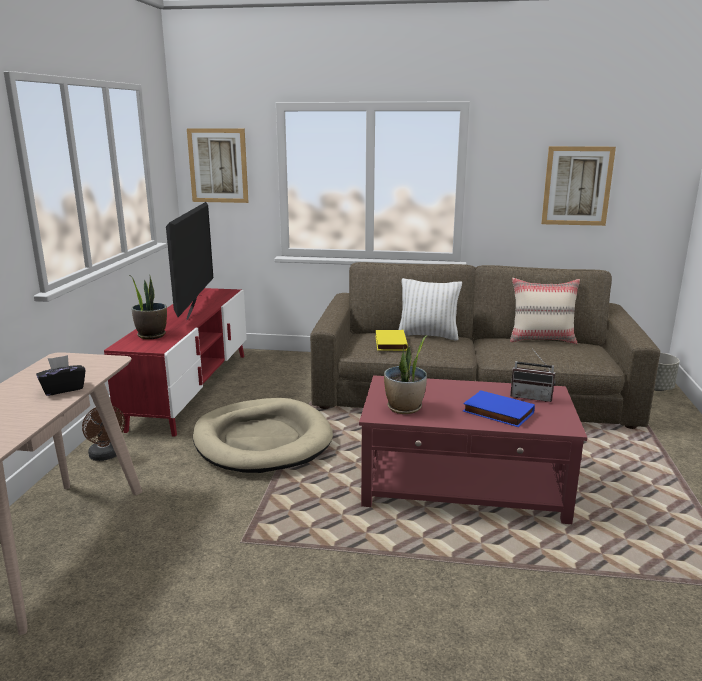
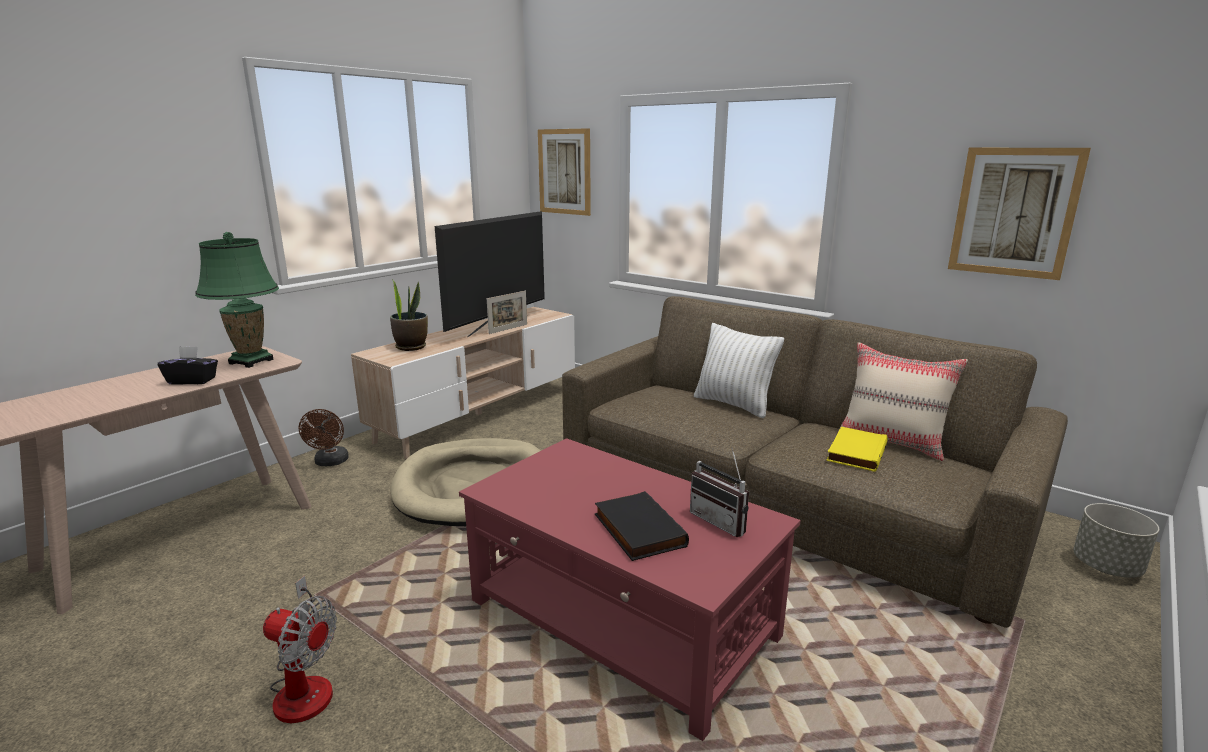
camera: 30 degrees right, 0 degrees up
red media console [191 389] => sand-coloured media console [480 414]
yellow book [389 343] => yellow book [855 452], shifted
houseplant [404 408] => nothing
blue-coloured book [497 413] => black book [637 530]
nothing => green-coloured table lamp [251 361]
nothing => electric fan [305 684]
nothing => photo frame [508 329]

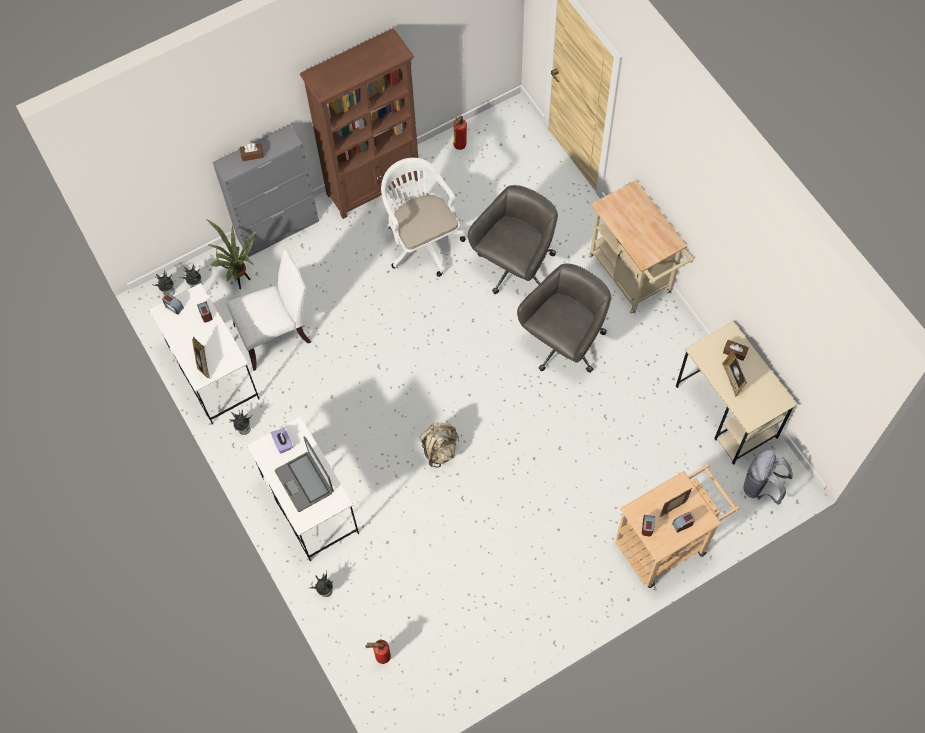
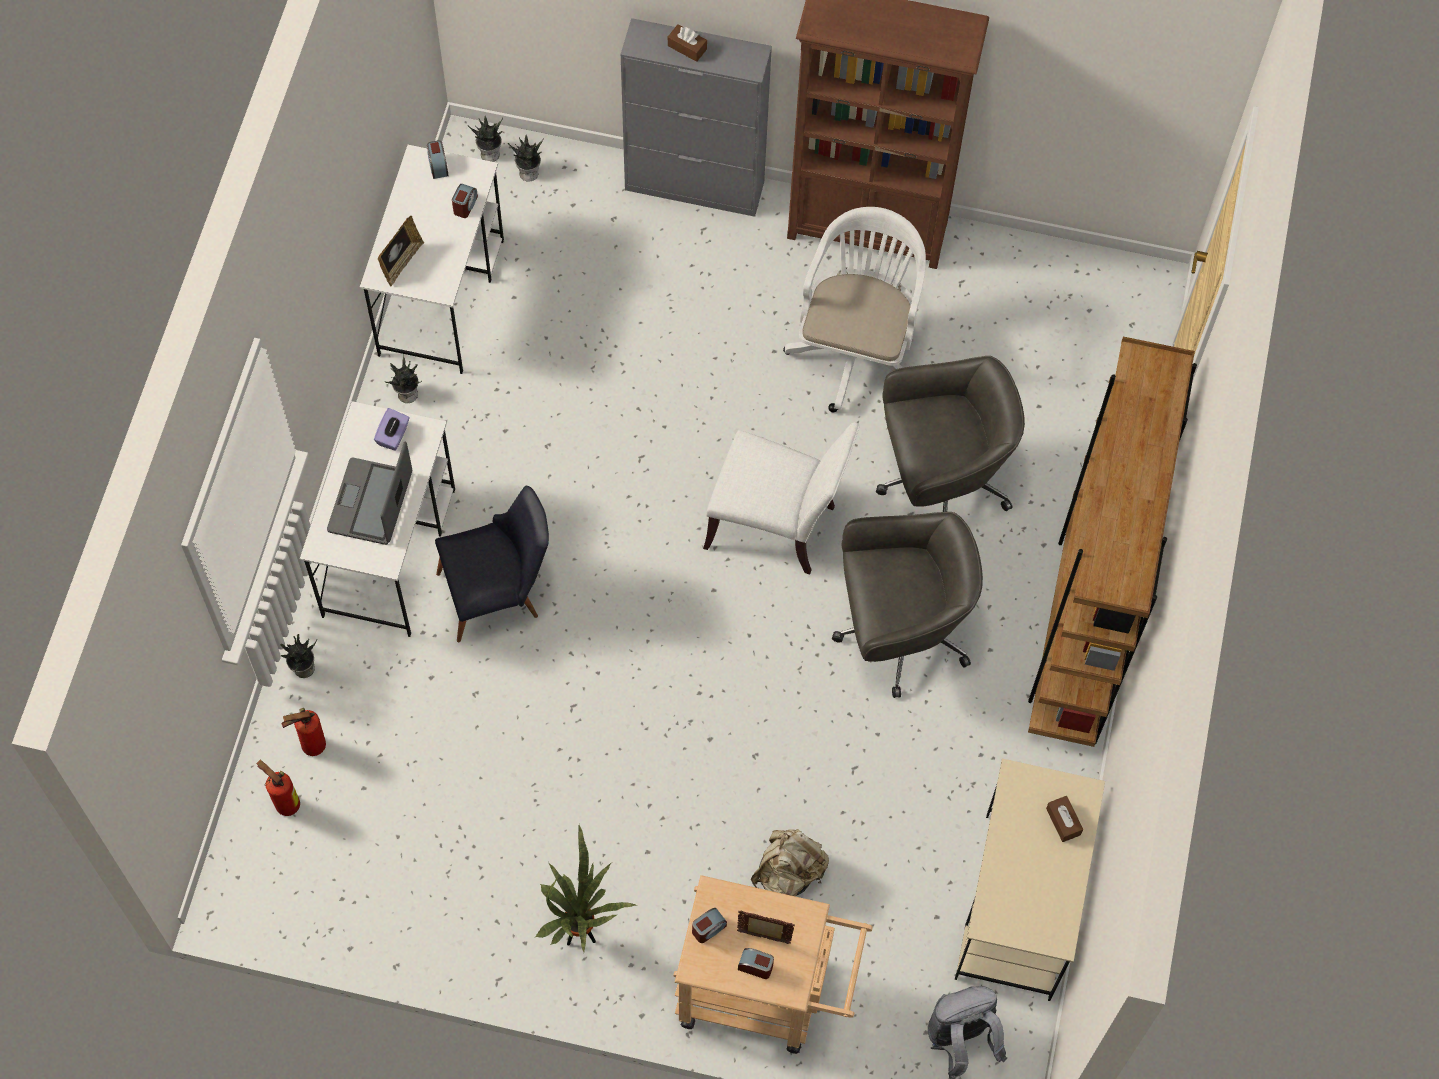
camera: 40 degrees right, 0 degrees up
houseplant [241 281] => houseplant [581 933], shifted
white-coloured upright chair [276 334] => white-coloured upright chair [776 525], shifted
sand-coloured backpack [440 449] => sand-coloured backpack [788 873], shifted
fire extinguisher [459 146] => fire extinguisher [310 747], shifted
sand-coloured cart [633 278] => brown-coloured bookshelf [1080 629]
photo frame [732 379] => nothing
nothing => black upright chair [499 594]

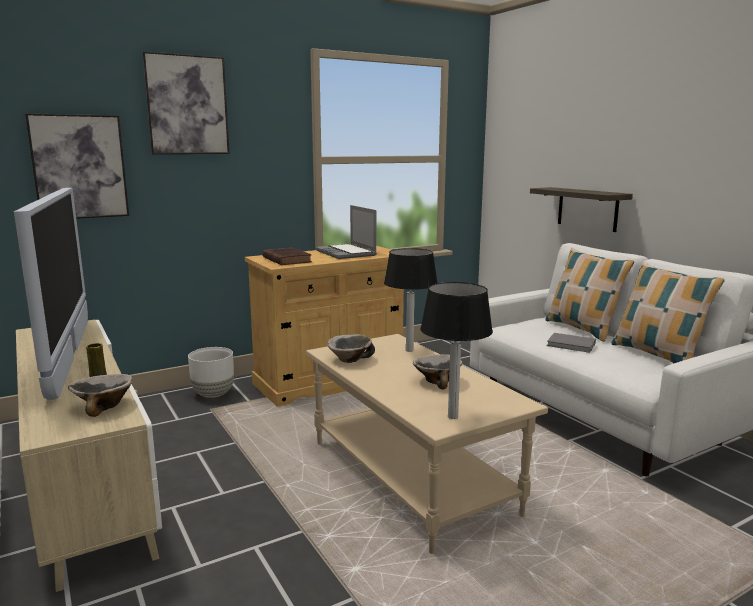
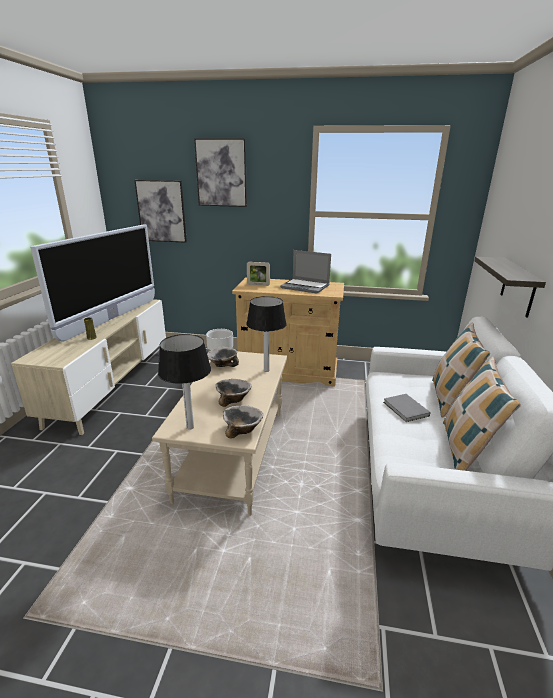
camera: 40 degrees right, 10 degrees up
deep dish [103 406] => deep dish [243 429], shifted
brown-coloured book [286 259] => photo frame [258 285]
laptop [347 253] => laptop [306 287], 75 degrees counterclockwise

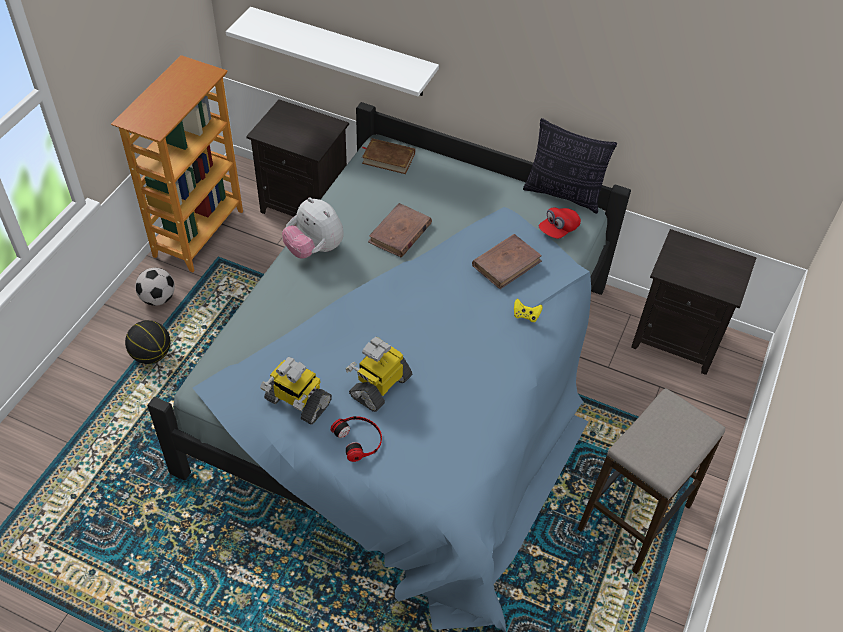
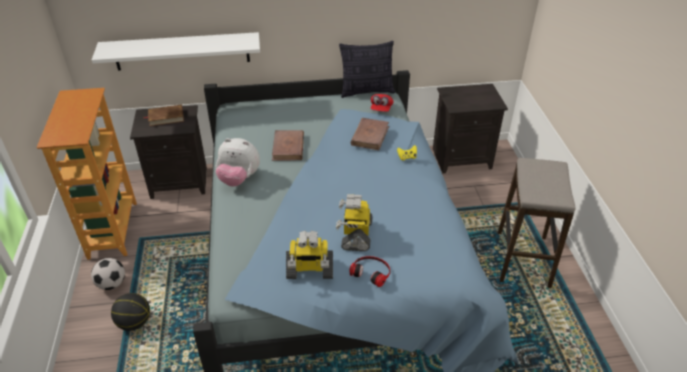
camera: 30 degrees left, 10 degrees down
brown-coloured book [388 158] => brown-coloured book [166 117], shifted

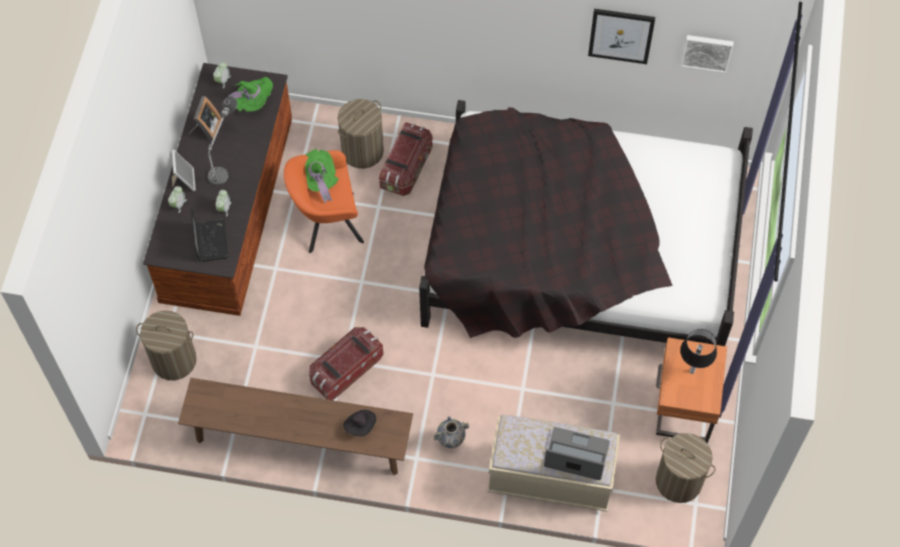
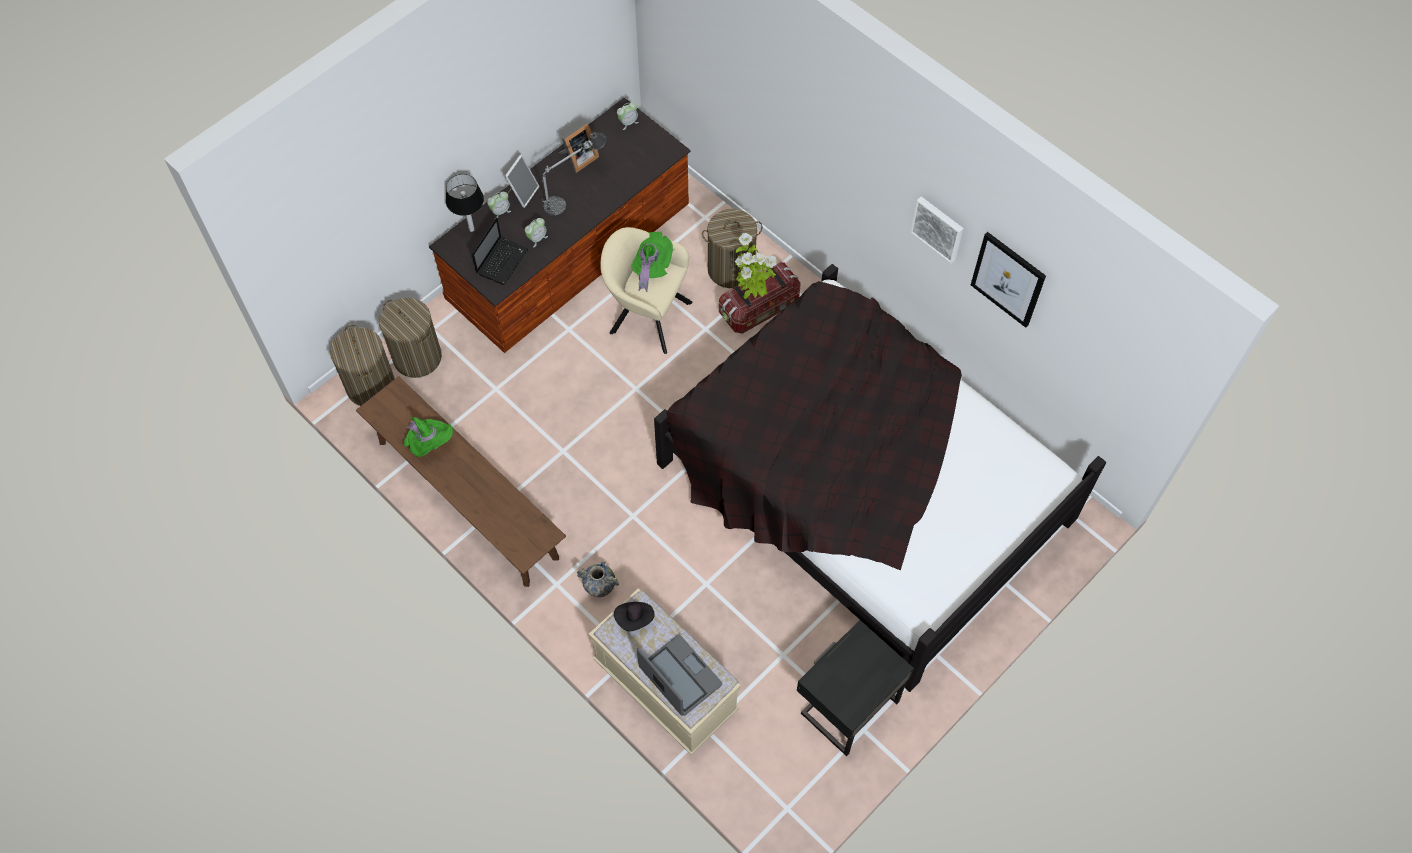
camera: 35 degrees right, 0 degrees up
green-coloured hat [254 102] => green-coloured hat [429 444], shifted
orange-coloured easy chair [326 223] => sand-coloured easy chair [646 315]
storage box [346 370] => nothing
black hat [360 425] => black hat [635 618], shifted
orange-coloured night table [682 409] => black night table [847 706]
washing basket [679 481] => washing basket [371 386], shifted
table lamp [692 371] => table lamp [472 229], shifted
picture [707 52] => picture [938 228], shifted
nothing => houseplant [752 294]

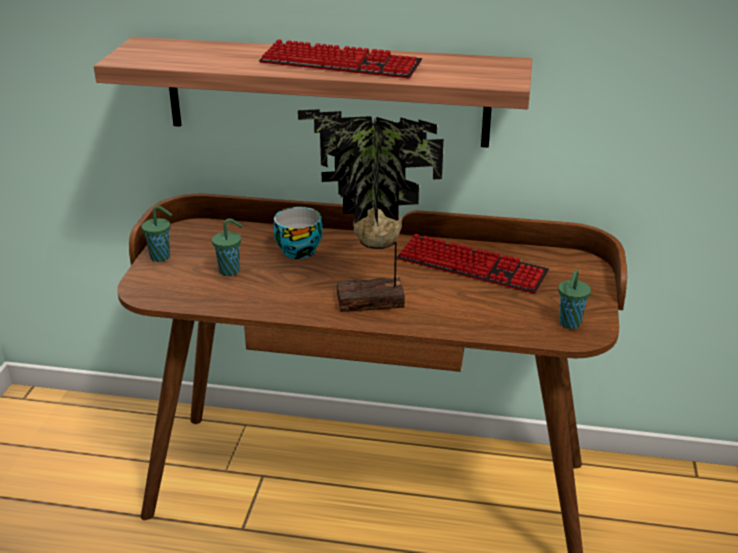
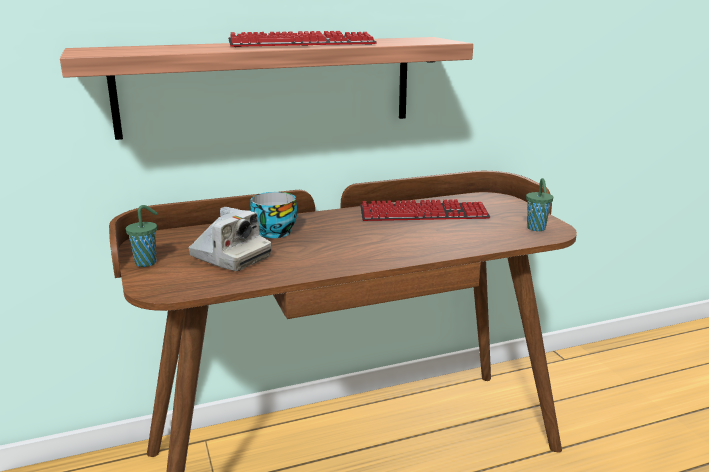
camera: 30 degrees left, 10 degrees down
green-coloured small cup [230 271] => still camera [230 257]
houseplant [372 304] => nothing

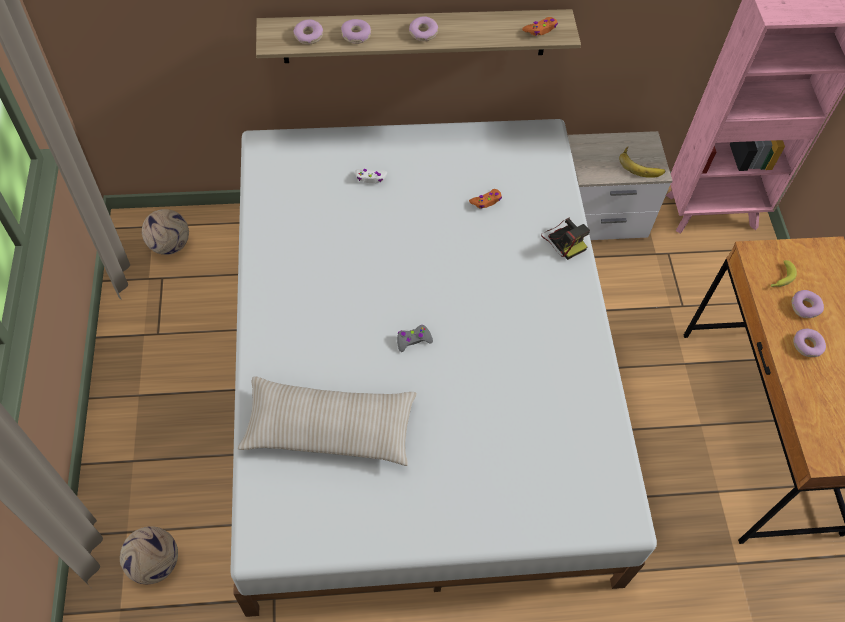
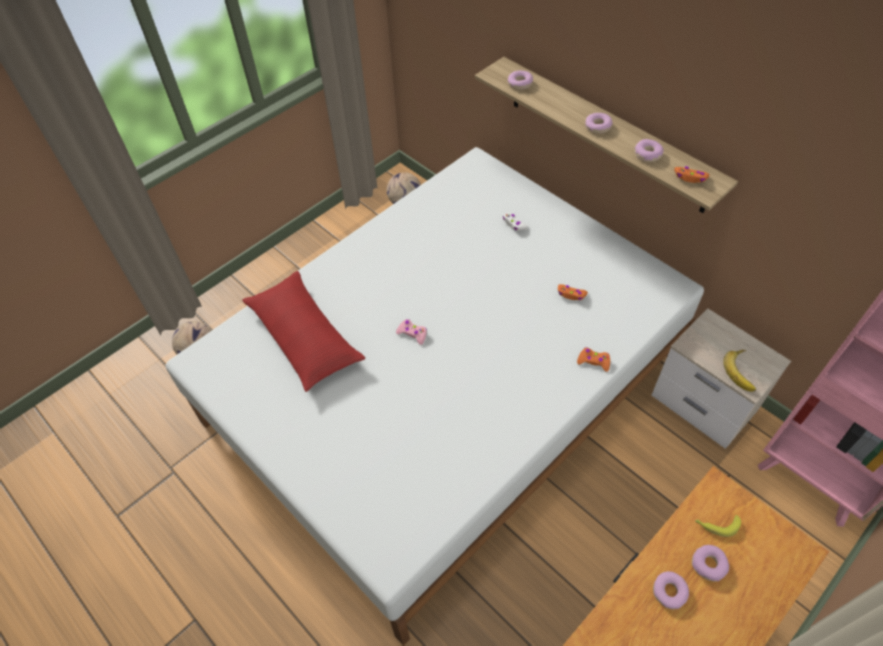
camera: 55 degrees right, 5 degrees down
sand-coloured cushion [329 428] => red cushion [304 337]
donut [356 35] => donut [647 155], shifted
grey joypad [413 340] => pink joypad [412 333]
still camera [564 240] => orange-coloured joypad [593 361]

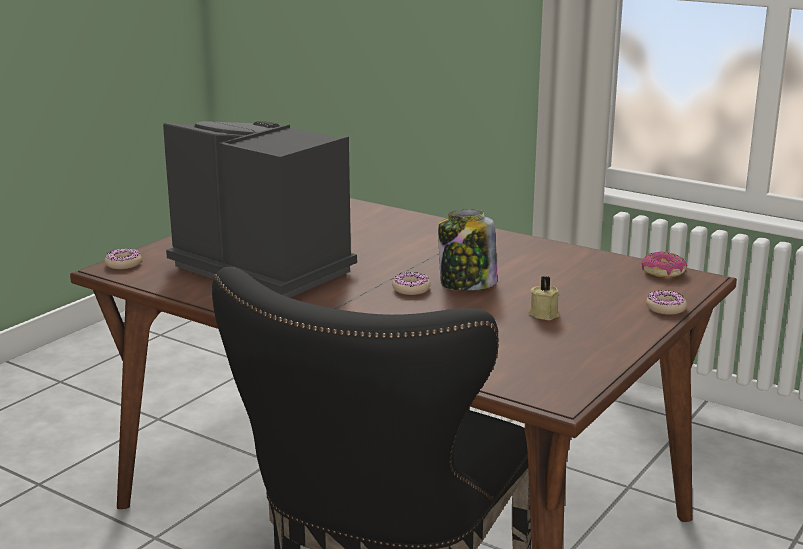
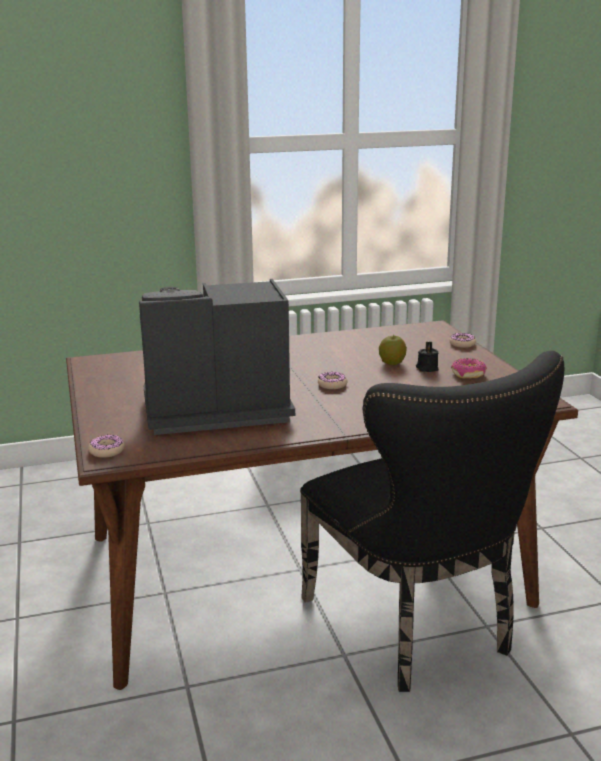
camera: 50 degrees left, 0 degrees up
preserve jar [466 284] => nothing
sand-coloured wax candle [544 314] => black wax candle [427 368]
donut [663 272] => donut [468 374], shifted
nothing => whole apple [392 363]

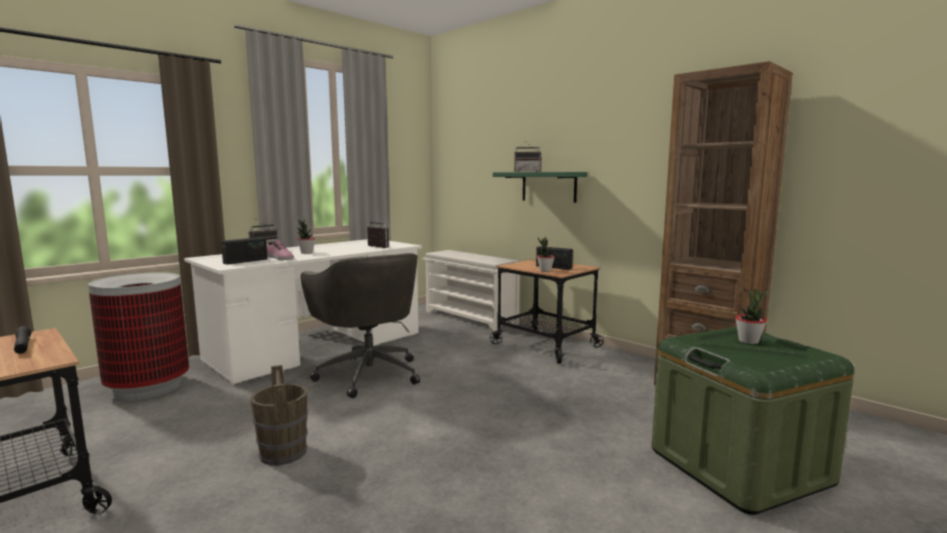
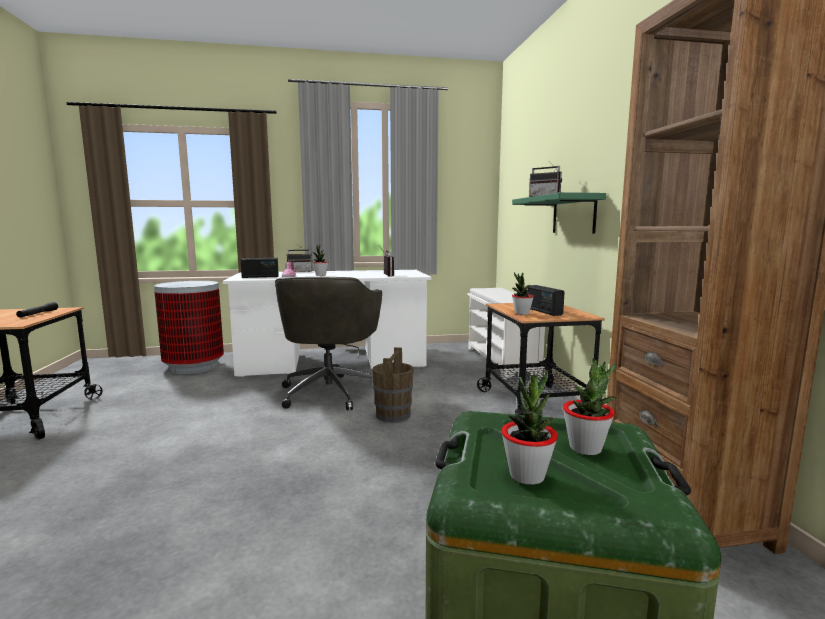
camera: 35 degrees right, 0 degrees up
brown-coloured pail [283 452] => brown-coloured pail [393 415], shifted
nothing => houseplant [527 475]

